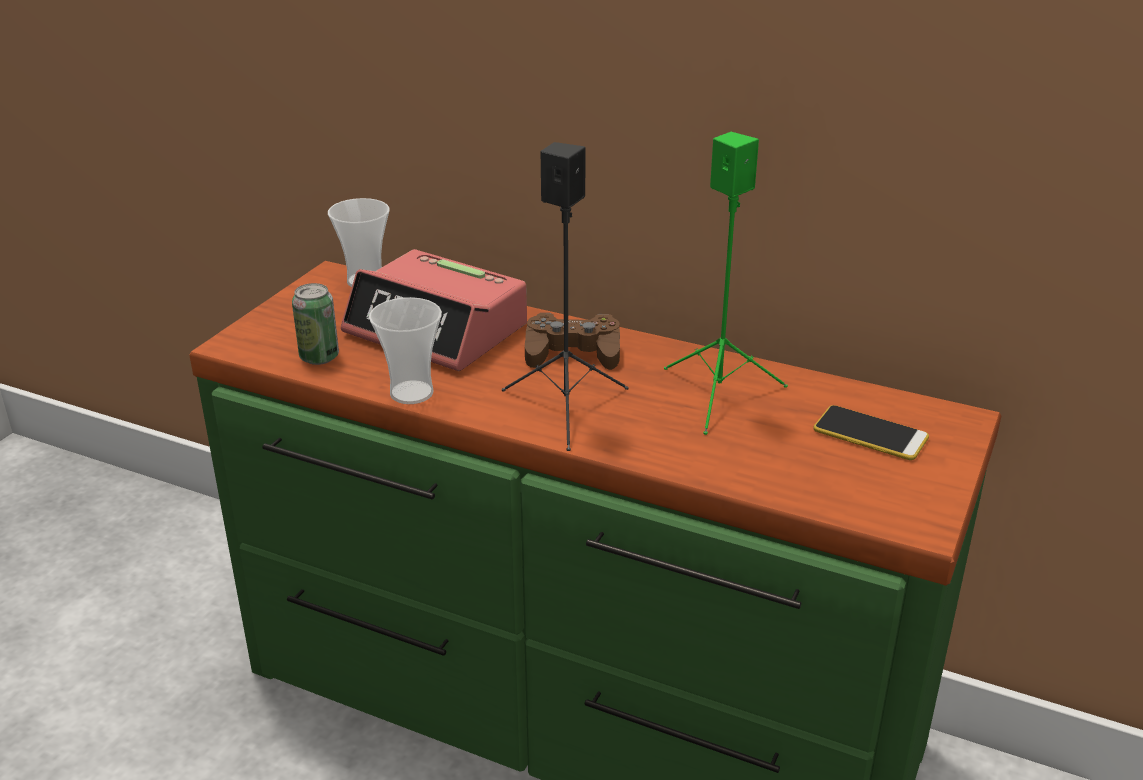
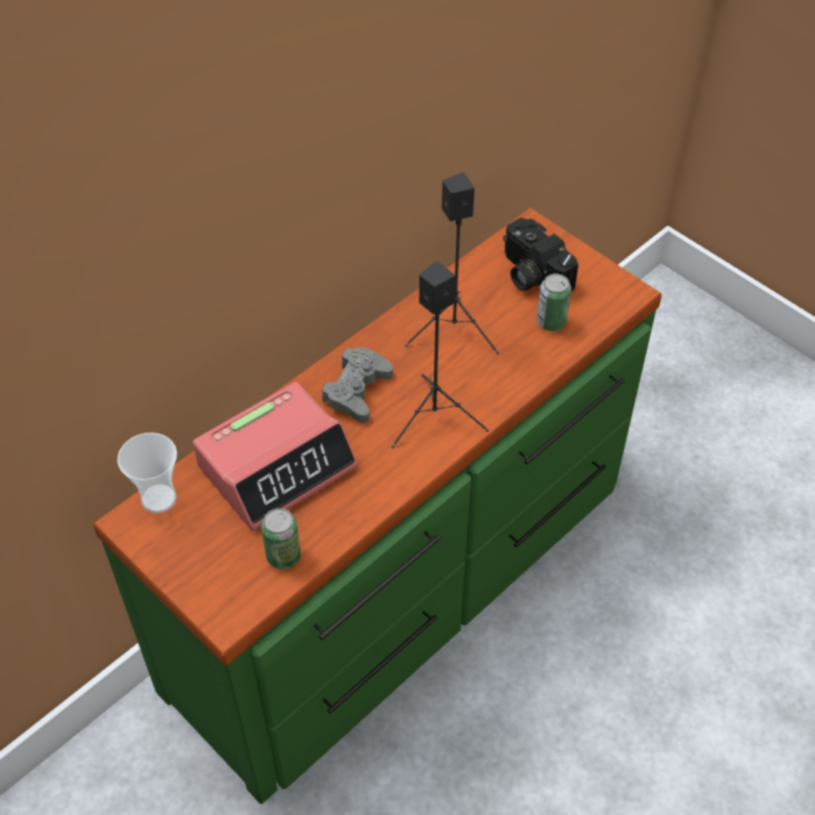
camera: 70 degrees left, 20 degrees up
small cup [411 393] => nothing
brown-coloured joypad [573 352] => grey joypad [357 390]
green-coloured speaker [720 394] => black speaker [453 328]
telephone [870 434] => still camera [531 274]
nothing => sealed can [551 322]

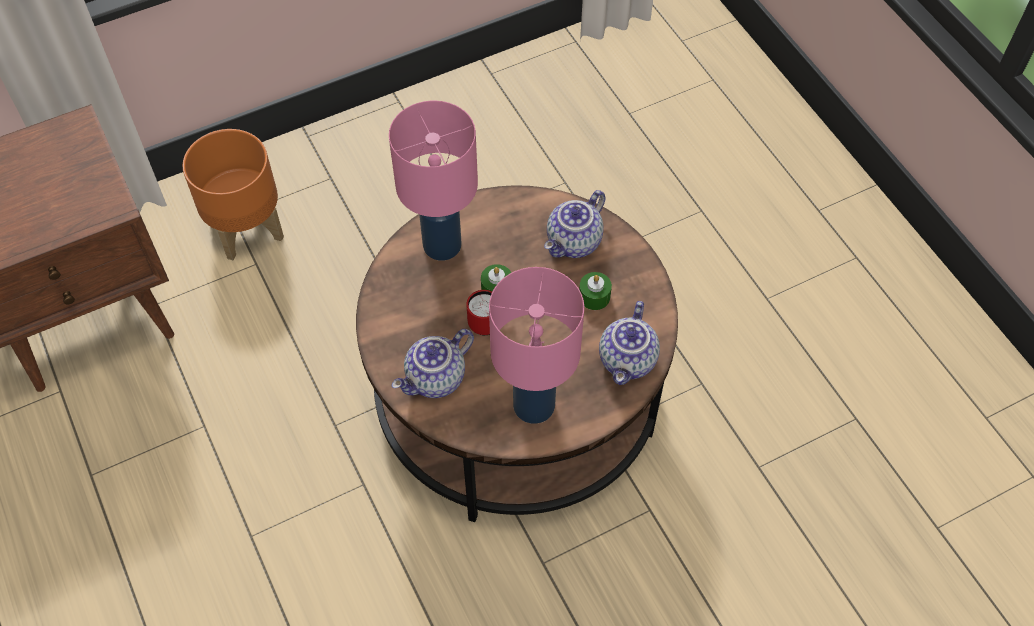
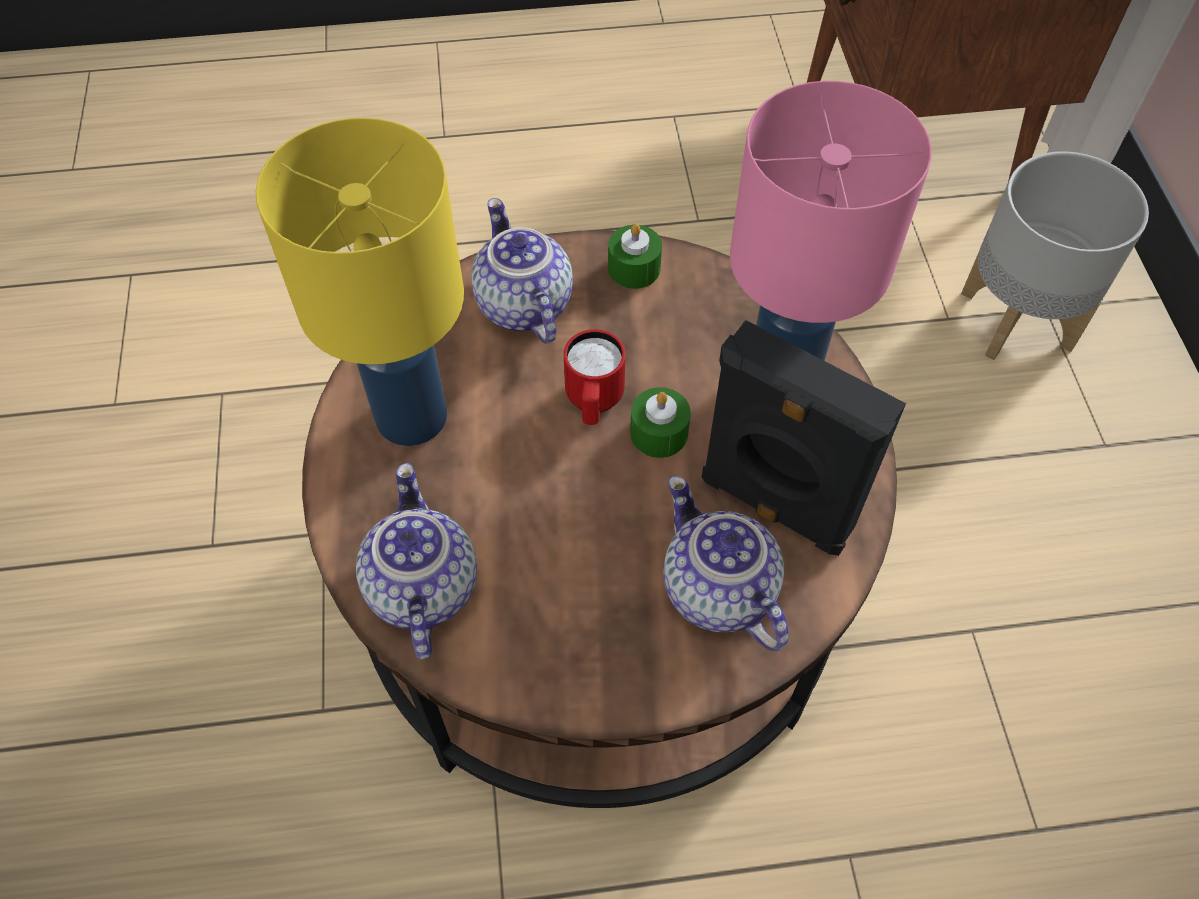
camera: 110 degrees right, 0 degrees up
orange-coloured planter [247 228] => grey planter [1017 320]
pink table lamp [534 406] => yellow table lamp [409 417]
green-coloured wax candle [594 296] => green-coloured wax candle [634 268], shifted
pot for tea [628 361] => pot for tea [420 587], 45 degrees clockwise
nothing => black speaker [774 506]

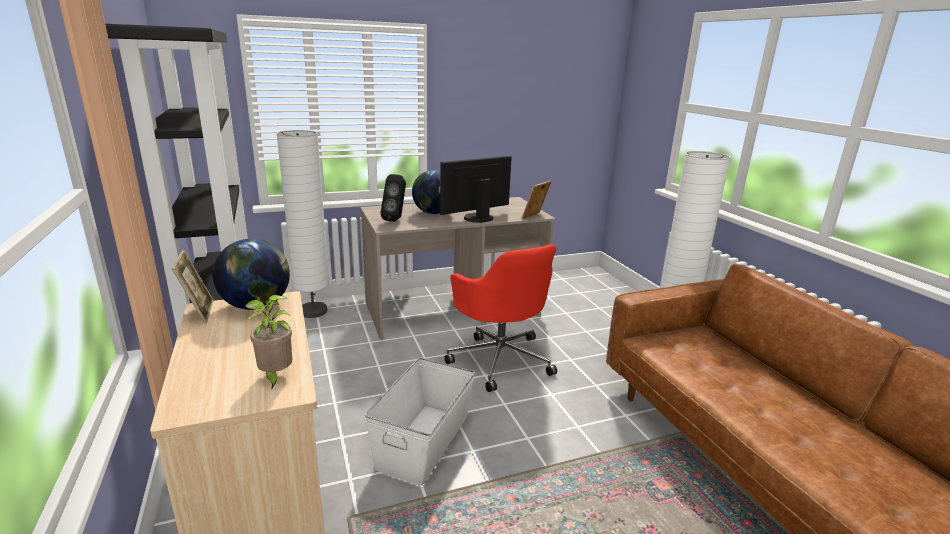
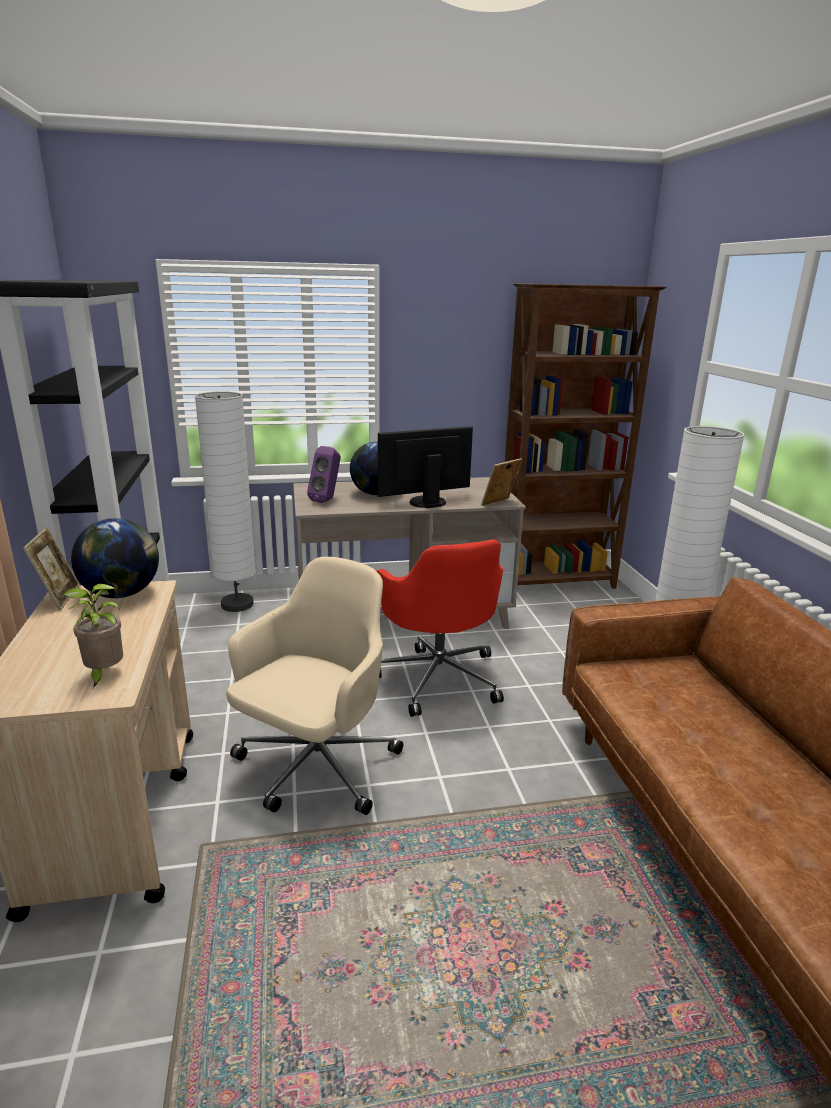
camera: 10 degrees right, 0 degrees up
white-coloured storage box [424 441] => sand-coloured office chair [315 768]
black speaker [396 219] => purple-coloured speaker [327 500]
nothing => brown-coloured bookshelf [557 582]

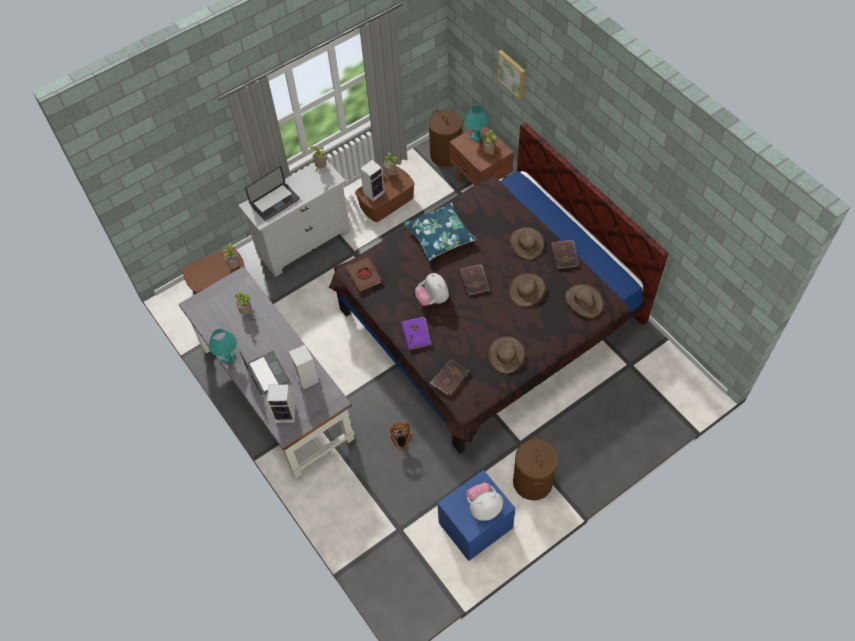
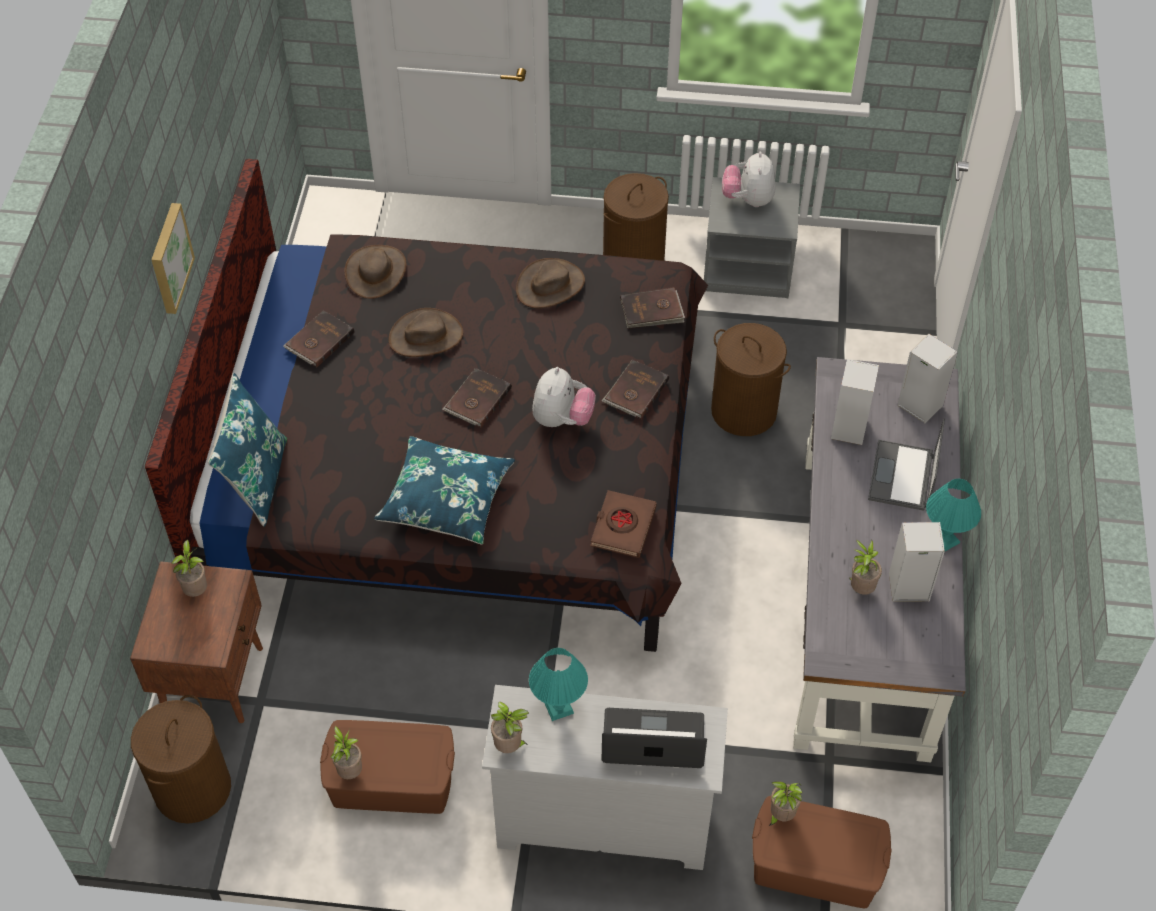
camera: 140 degrees left, 5 degrees down
speaker [374 192] => speaker [907 588], shifted
electric fan [401 440] => brown-coloured washing basket [744 411]
purple-coloured book [416 334] => brown-coloured book [635 391]
blue-coloured night table [475 526] => grey night table [748 267]
blue-green table lamp [476 137] => blue-green table lamp [558 707], shifted
cuddly toy [483 507] => cuddly toy [748 199], 75 degrees clockwise
picture [512 74] => picture [169 258], shifted
brown-coloured hat [526 243] => nothing
nothing => blue-coloured cushion [256 480]

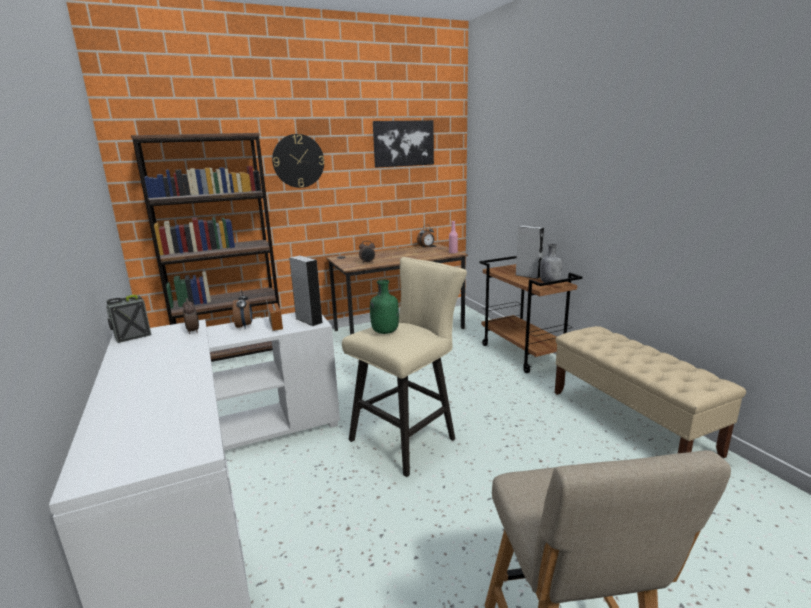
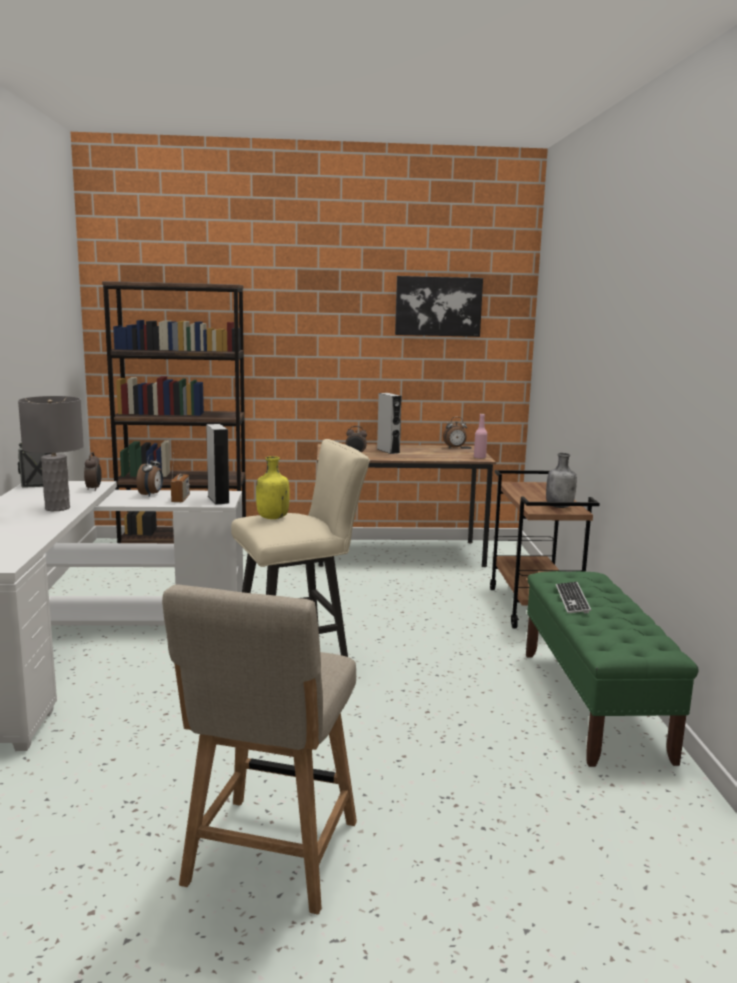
camera: 20 degrees right, 5 degrees down
clock on the wall [298 161] => nothing
green-coloured bottle [384 332] => yellow bottle [272 518]
grey speaker [528 276] => grey speaker [388 451], shifted
sand-coloured long seat [630 421] => green-coloured long seat [593 703]
nothing => grey table lamp [57 508]
nothing => keyboard [572 599]

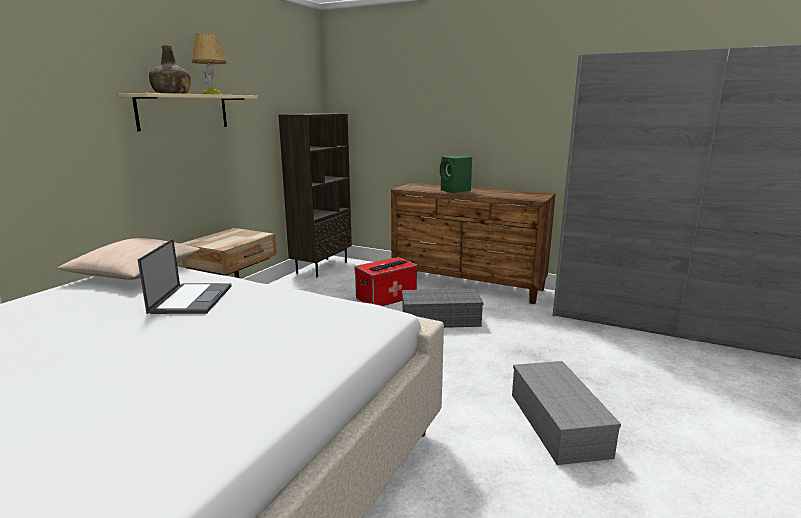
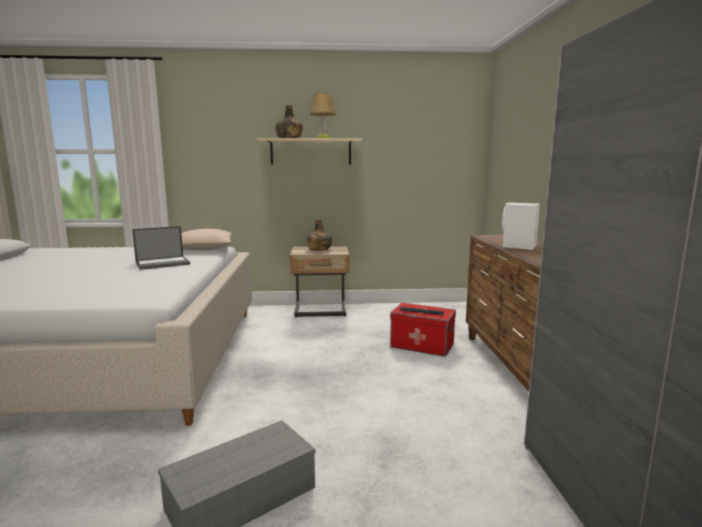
camera: 60 degrees right, 5 degrees down
brown-coloured bookshelf [322 267] => nothing
grey storage box [441 319] => nothing
green-coloured speaker [455 191] => white-coloured speaker [518 247]
nothing => green-coloured bottle [319 249]

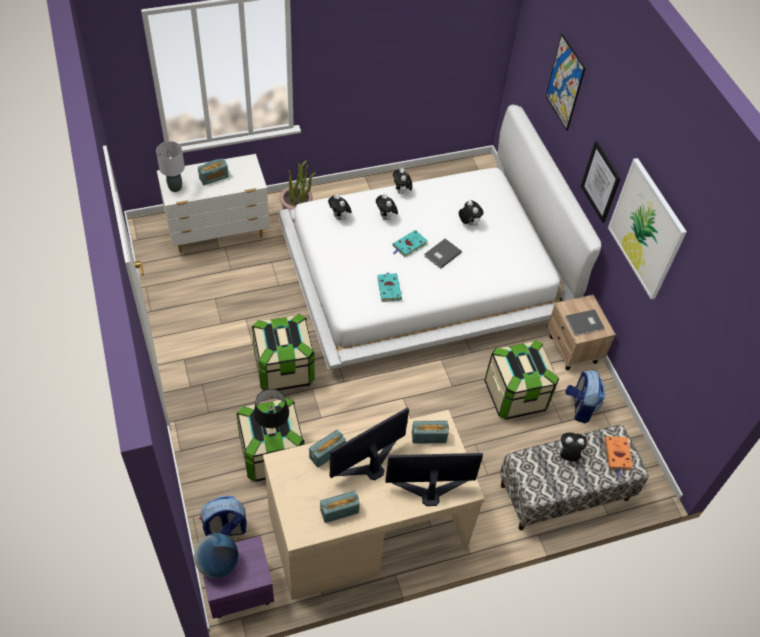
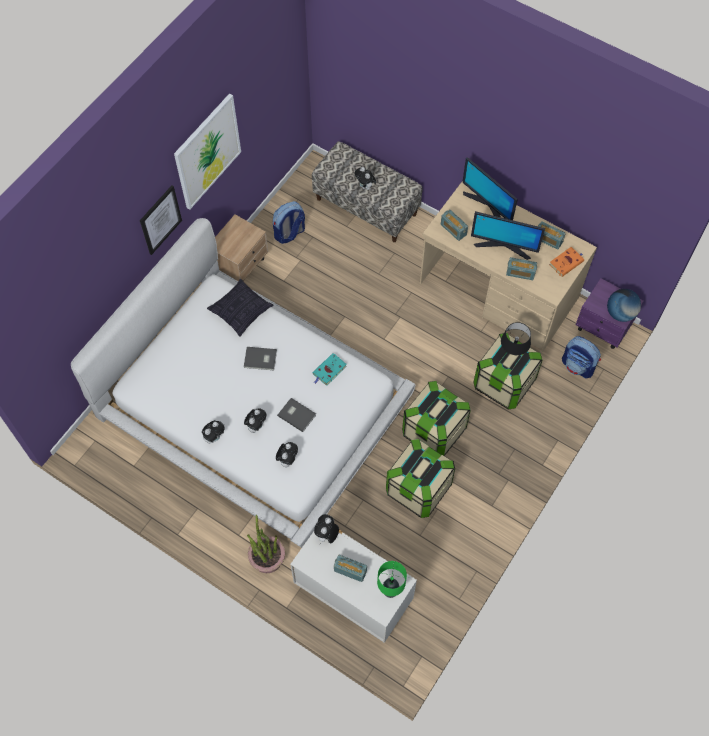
camera: 125 degrees left, 10 degrees up
grey table lamp [175 187] => green-coloured table lamp [390 590]
blue-green book [409 245] => nothing
cuddly toy [468 223] => cuddly toy [326 535], shifted
storage box [515 395] => storage box [418 488], shifted
picture [565 82] => nothing
grey book [585 324] => grey book [297 414], shifted
orange-coloured book [618 455] => orange-coloured book [566 262], shifted
nothing => cushion [241 311]

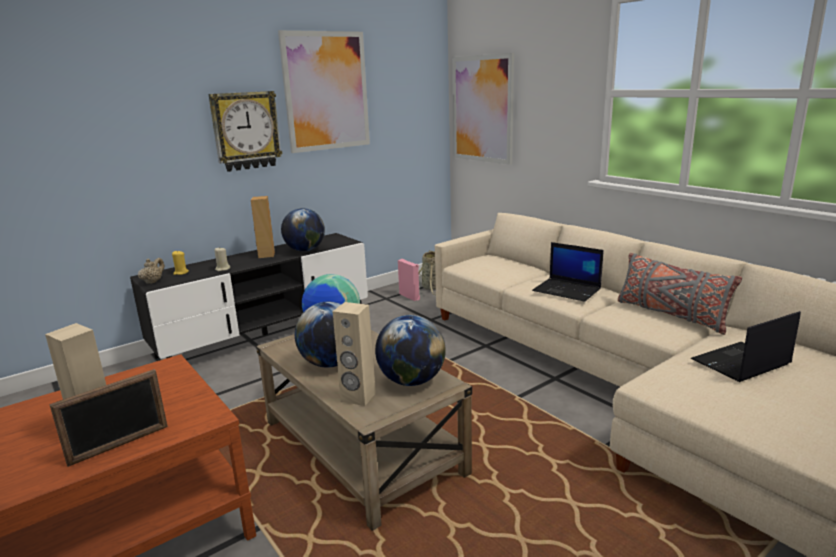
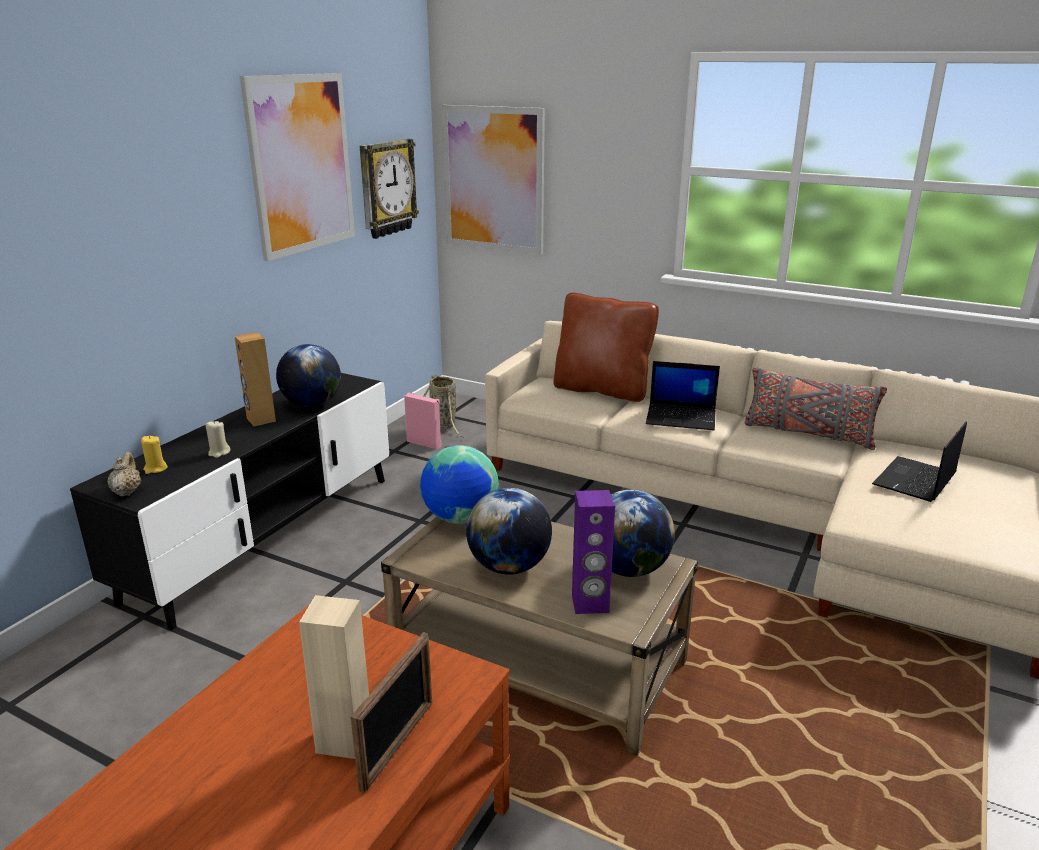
camera: 25 degrees left, 5 degrees up
clock on the wall [246 131] => clock on the wall [386 188], shifted
sand-coloured speaker [358 397] => purple-coloured speaker [590 604]
nothing => brown-coloured cushion [602 390]

